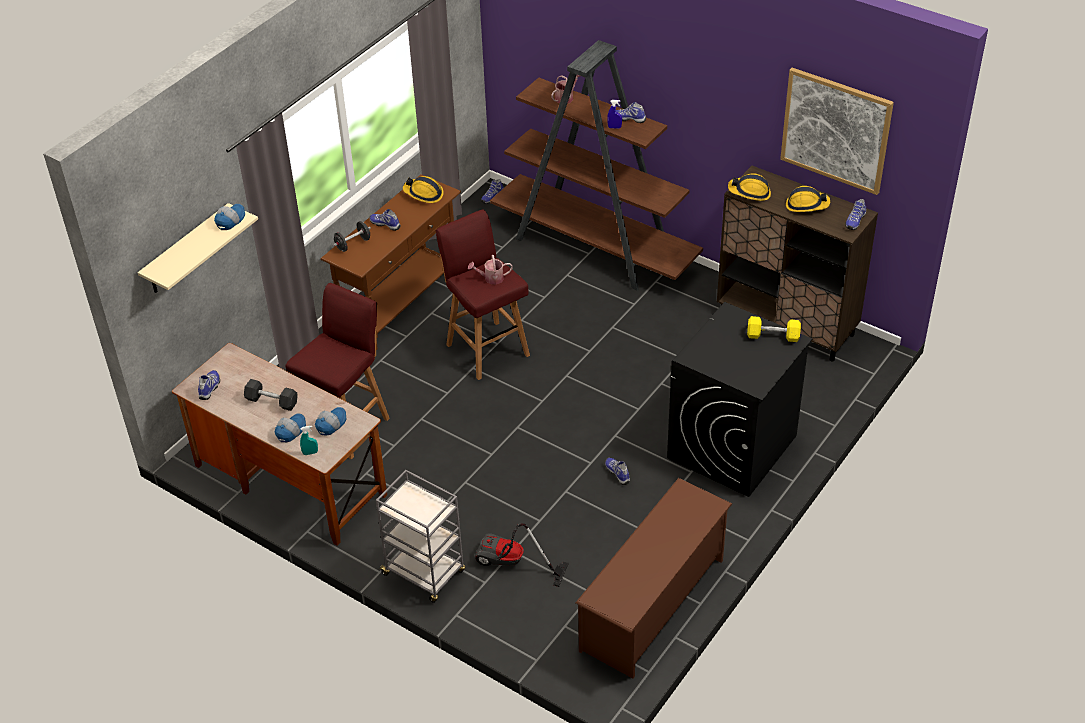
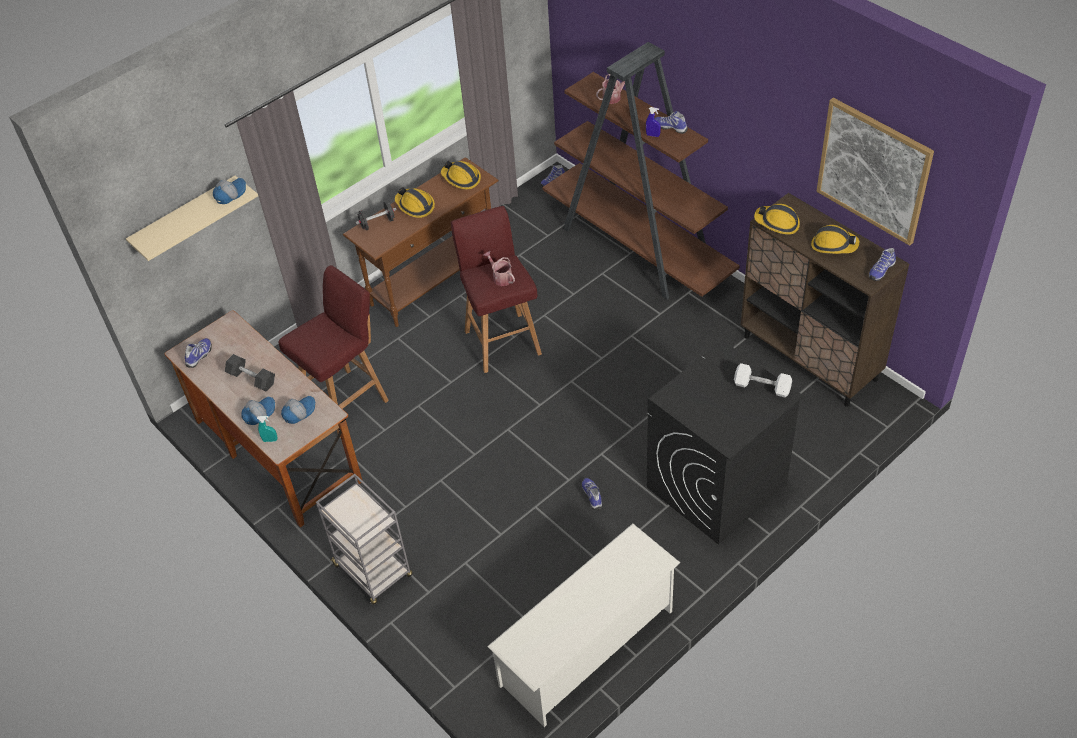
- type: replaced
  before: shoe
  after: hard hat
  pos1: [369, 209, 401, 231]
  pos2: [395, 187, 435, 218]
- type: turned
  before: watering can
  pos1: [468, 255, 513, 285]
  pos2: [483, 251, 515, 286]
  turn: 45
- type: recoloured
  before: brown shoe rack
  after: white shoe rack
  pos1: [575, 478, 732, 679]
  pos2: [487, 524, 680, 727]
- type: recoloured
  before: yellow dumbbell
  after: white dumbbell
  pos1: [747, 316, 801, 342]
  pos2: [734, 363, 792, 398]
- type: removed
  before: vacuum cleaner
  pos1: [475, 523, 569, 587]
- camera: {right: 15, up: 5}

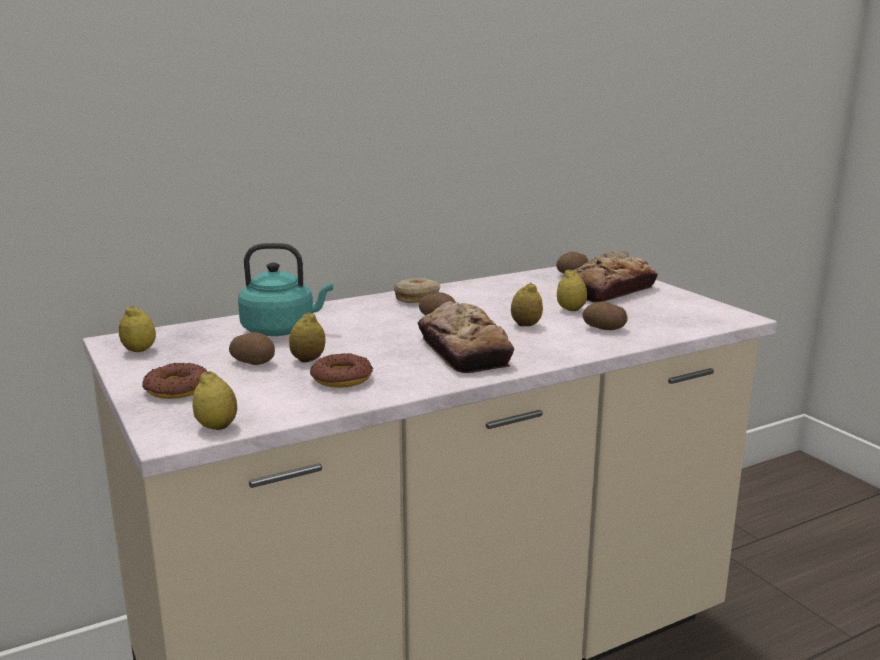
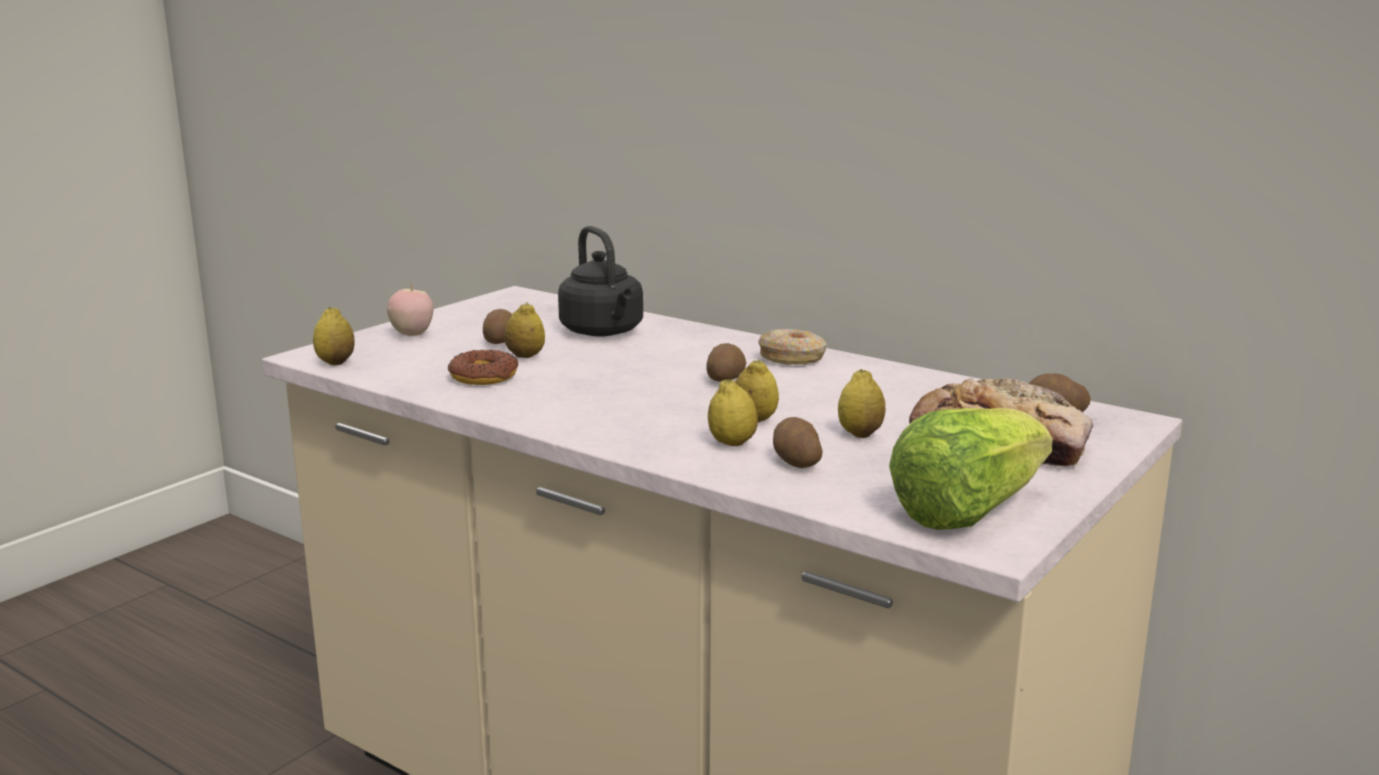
- type: replaced
  before: donut
  after: apple
  pos1: [142, 363, 208, 399]
  pos2: [387, 284, 433, 336]
- type: recoloured
  before: turquoise kettle
  after: black kettle
  pos1: [238, 243, 333, 336]
  pos2: [558, 226, 643, 337]
- type: moved
  before: lemon
  pos1: [119, 306, 156, 352]
  pos2: [708, 379, 758, 446]
- type: added
  after: lettuce
  pos2: [889, 408, 1053, 530]
- type: removed
  before: bread
  pos1: [418, 301, 514, 373]
- camera: {right: 65, up: 0}

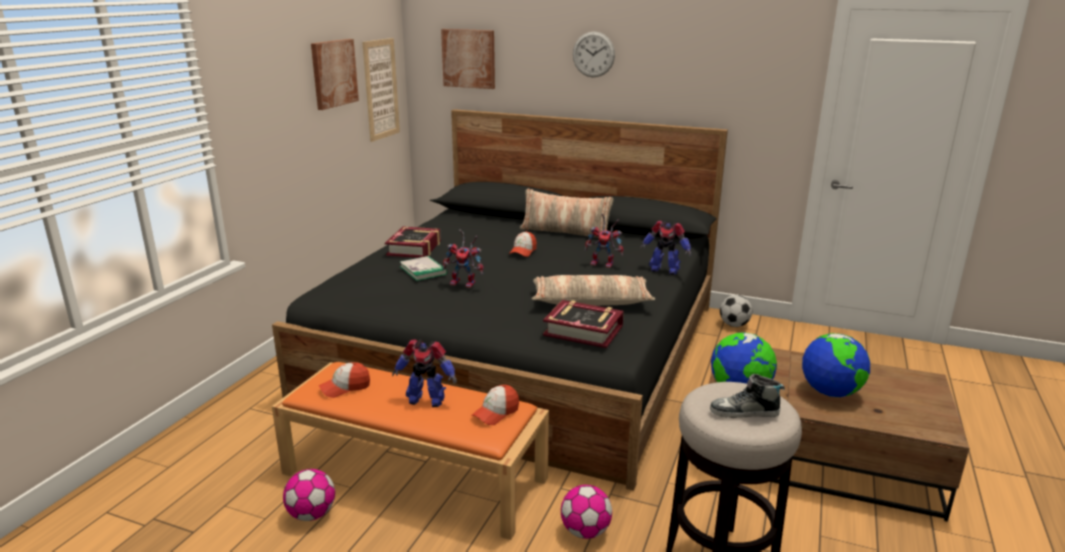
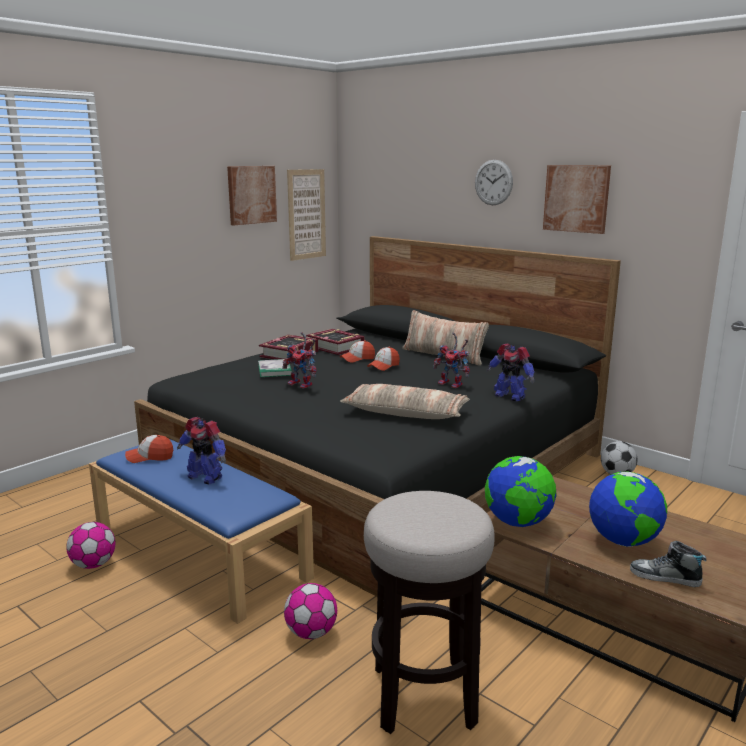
- type: recoloured
  before: orange bench
  after: blue bench
  pos1: [272, 362, 549, 540]
  pos2: [89, 439, 314, 624]
- type: moved
  before: book
  pos1: [543, 300, 624, 348]
  pos2: [306, 329, 365, 355]
- type: moved
  before: cap
  pos1: [471, 385, 519, 425]
  pos2: [340, 340, 375, 363]
- type: moved
  before: picture
  pos1: [441, 29, 495, 89]
  pos2: [543, 165, 611, 234]
- type: moved
  before: shoe
  pos1: [710, 374, 785, 418]
  pos2: [630, 541, 706, 587]
- camera: {right: 20, up: -5}

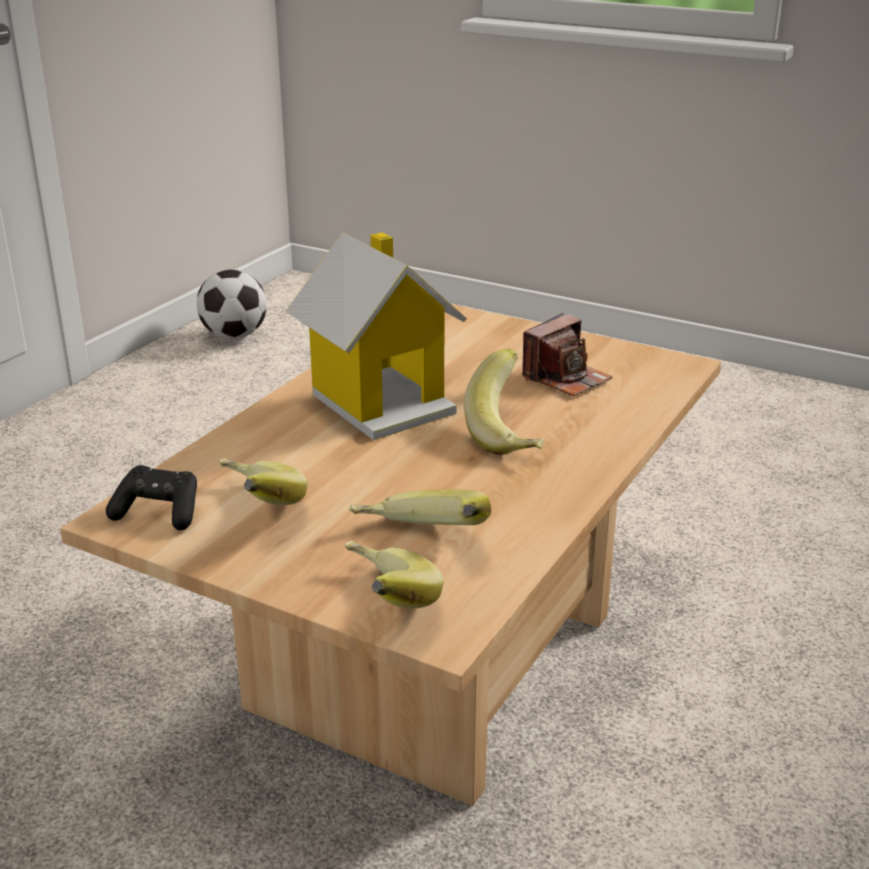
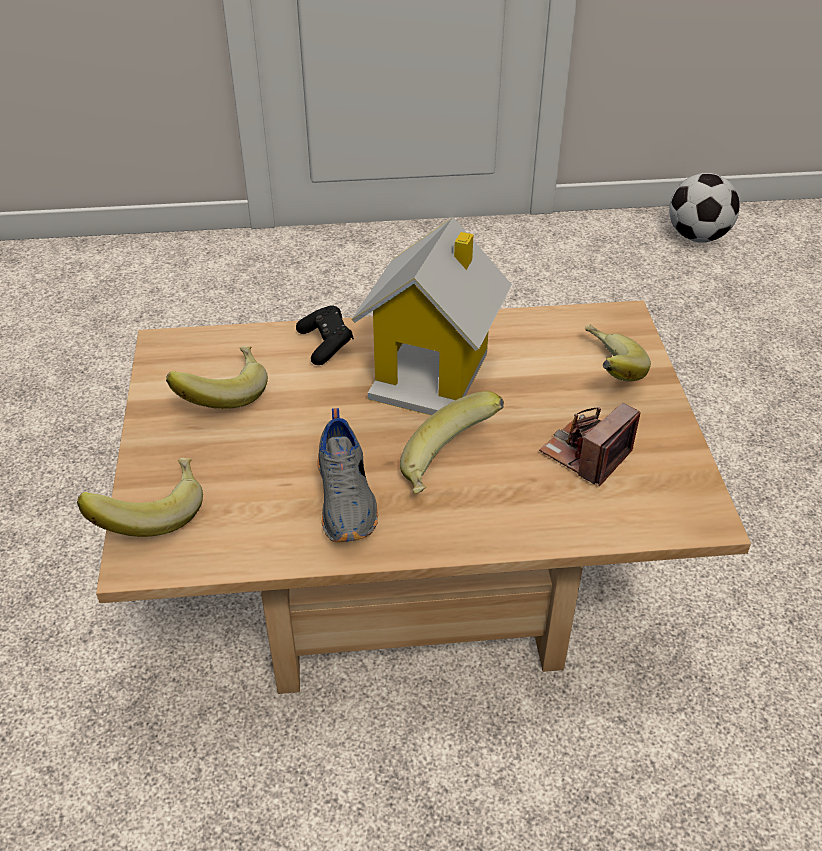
- type: moved
  before: black game controller
  pos1: [106, 465, 197, 530]
  pos2: [296, 305, 354, 365]
- type: added
  after: grey shoe
  pos2: [317, 408, 378, 542]
- type: turned
  before: photo camera
  pos1: [522, 313, 613, 396]
  pos2: [539, 403, 641, 487]
  turn: 120
- type: moved
  before: banana
  pos1: [349, 489, 491, 525]
  pos2: [585, 324, 651, 382]
- camera: {right: 55, up: 15}

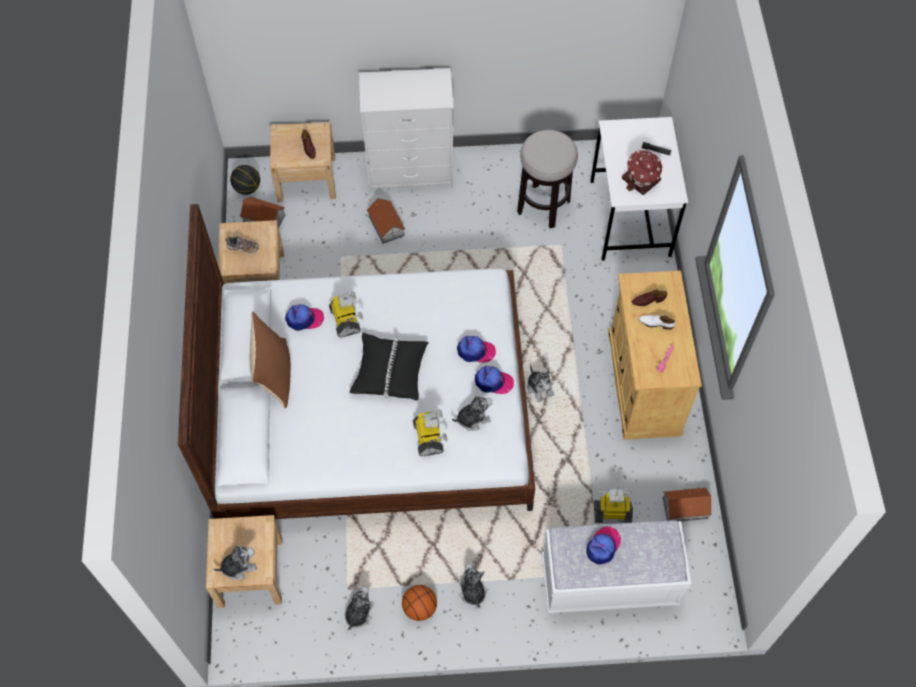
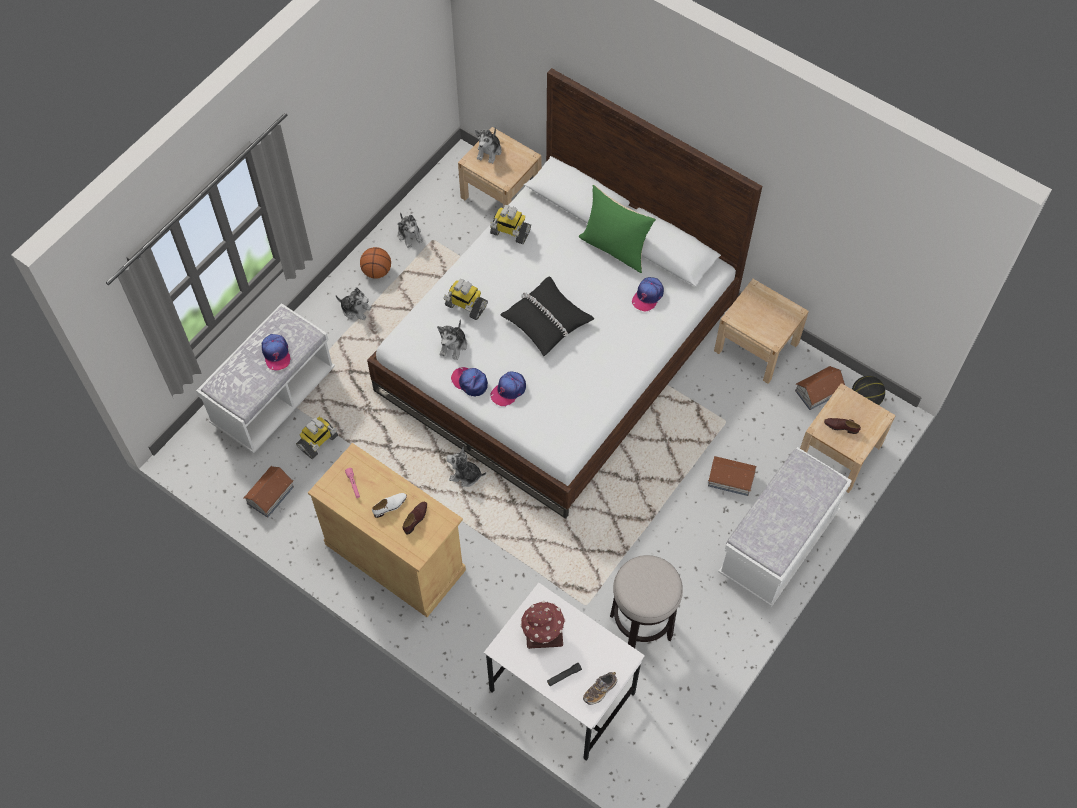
- type: turned
  before: cap
  pos1: [475, 366, 514, 394]
  pos2: [451, 367, 488, 397]
  turn: 75
- type: moved
  before: toy robot
  pos1: [329, 291, 363, 337]
  pos2: [490, 205, 531, 244]
- type: recoloured
  before: brown pillow
  after: green pillow
  pos1: [250, 311, 291, 408]
  pos2: [579, 185, 656, 273]
- type: moved
  before: shoe
  pos1: [225, 236, 259, 253]
  pos2: [583, 672, 617, 705]
- type: replaced
  before: white dresser
  after: white bench
  pos1: [359, 68, 454, 192]
  pos2: [718, 447, 852, 607]
- camera: {right: 130, up: 0}

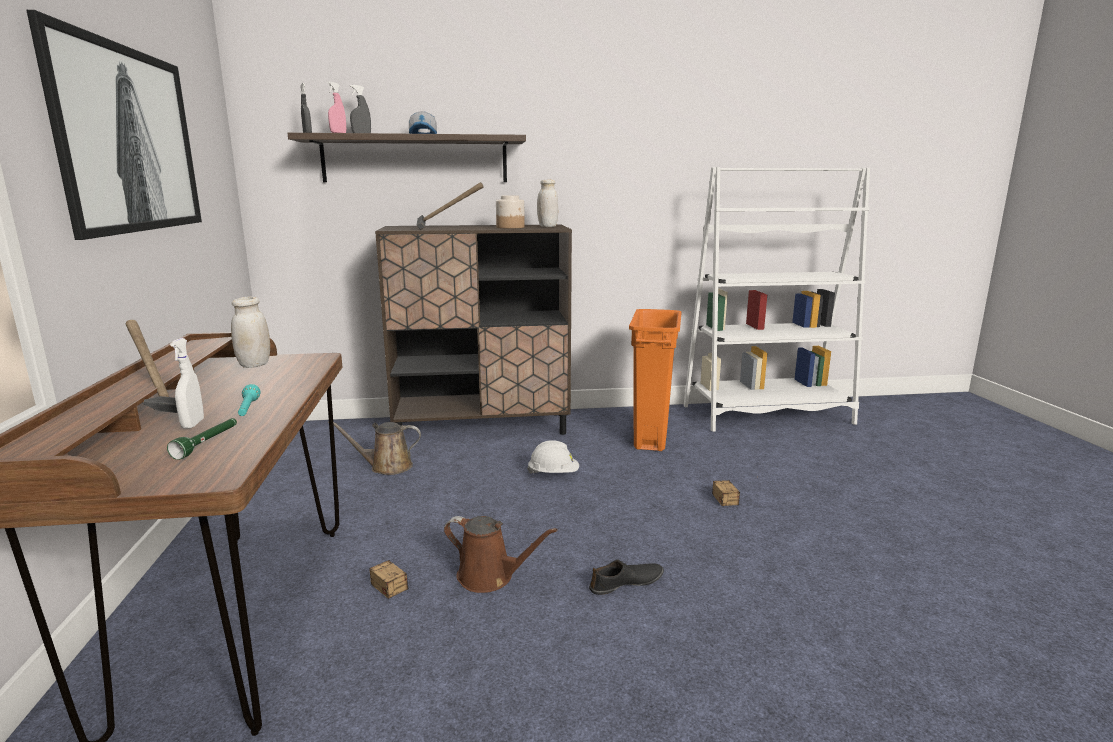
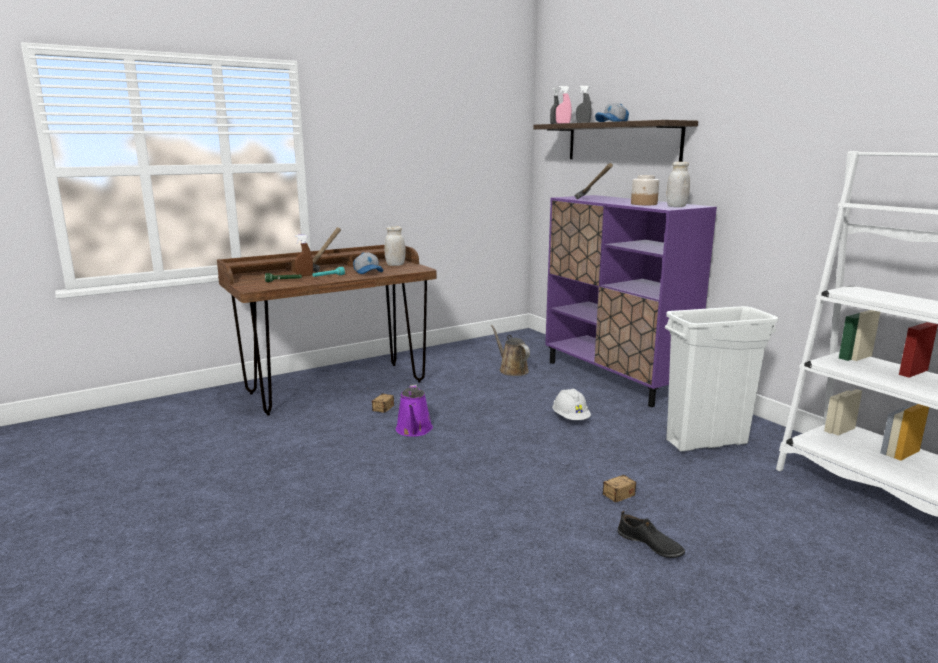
- type: recoloured
  before: white spray bottle
  after: brown spray bottle
  pos1: [170, 338, 204, 429]
  pos2: [295, 235, 313, 276]
- type: added
  after: cap
  pos2: [353, 252, 383, 274]
- type: recoloured
  before: brown watering can
  after: purple watering can
  pos1: [444, 516, 558, 593]
  pos2: [396, 384, 433, 437]
- type: recoloured
  before: brown cabinet
  after: purple cabinet
  pos1: [375, 225, 572, 435]
  pos2: [545, 195, 717, 407]
- type: moved
  before: black shoe
  pos1: [589, 559, 664, 595]
  pos2: [618, 511, 685, 558]
- type: recoloured
  before: orange trash can
  after: white trash can
  pos1: [629, 309, 682, 451]
  pos2: [665, 306, 778, 451]
- type: removed
  before: picture
  pos1: [26, 10, 202, 240]
- camera: {right: 65, up: 0}

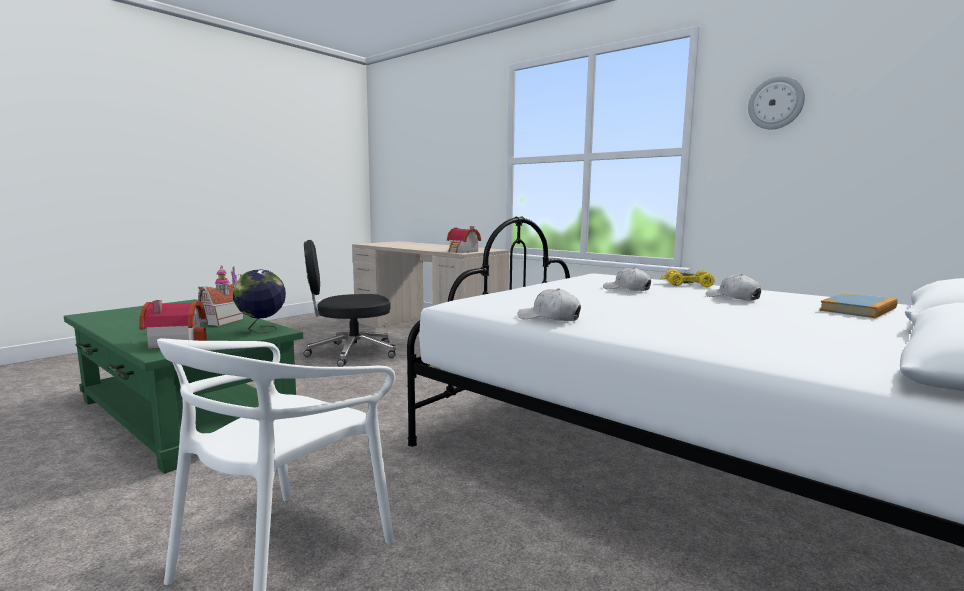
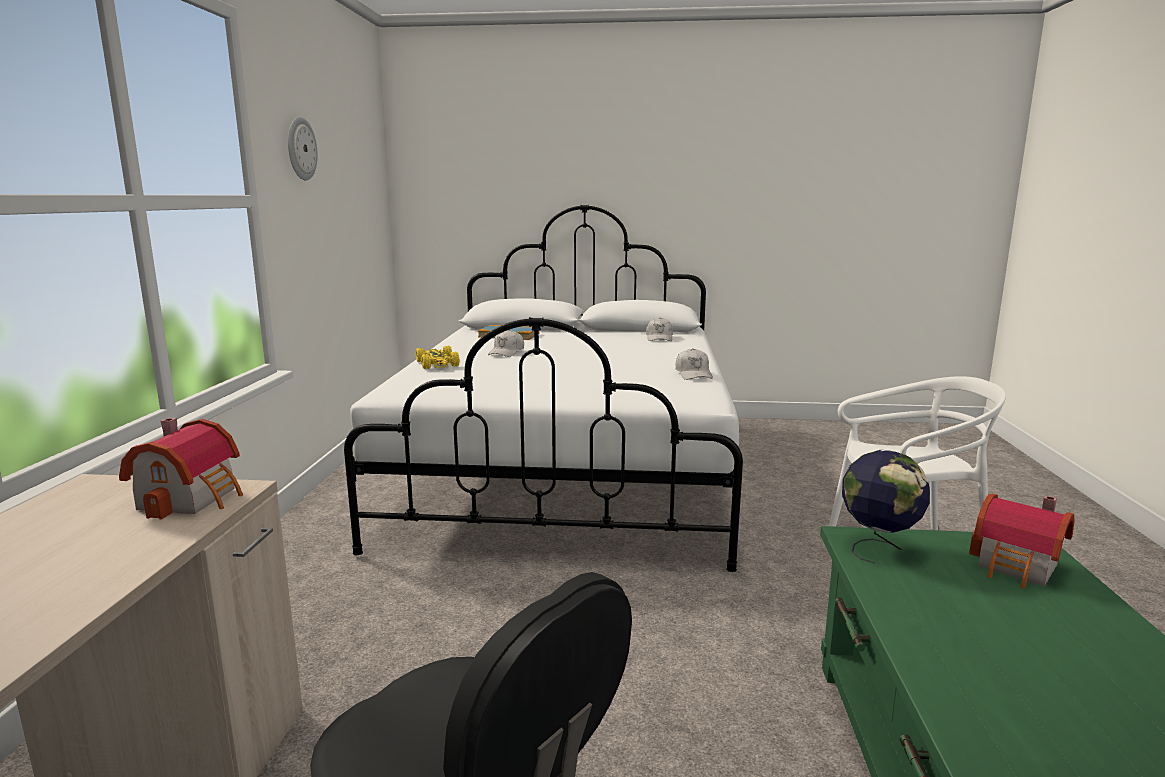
- type: moved
  before: white cap
  pos1: [603, 267, 651, 291]
  pos2: [646, 317, 673, 341]
- type: removed
  before: toy house
  pos1: [198, 265, 244, 326]
- camera: {right: -125, up: 5}

